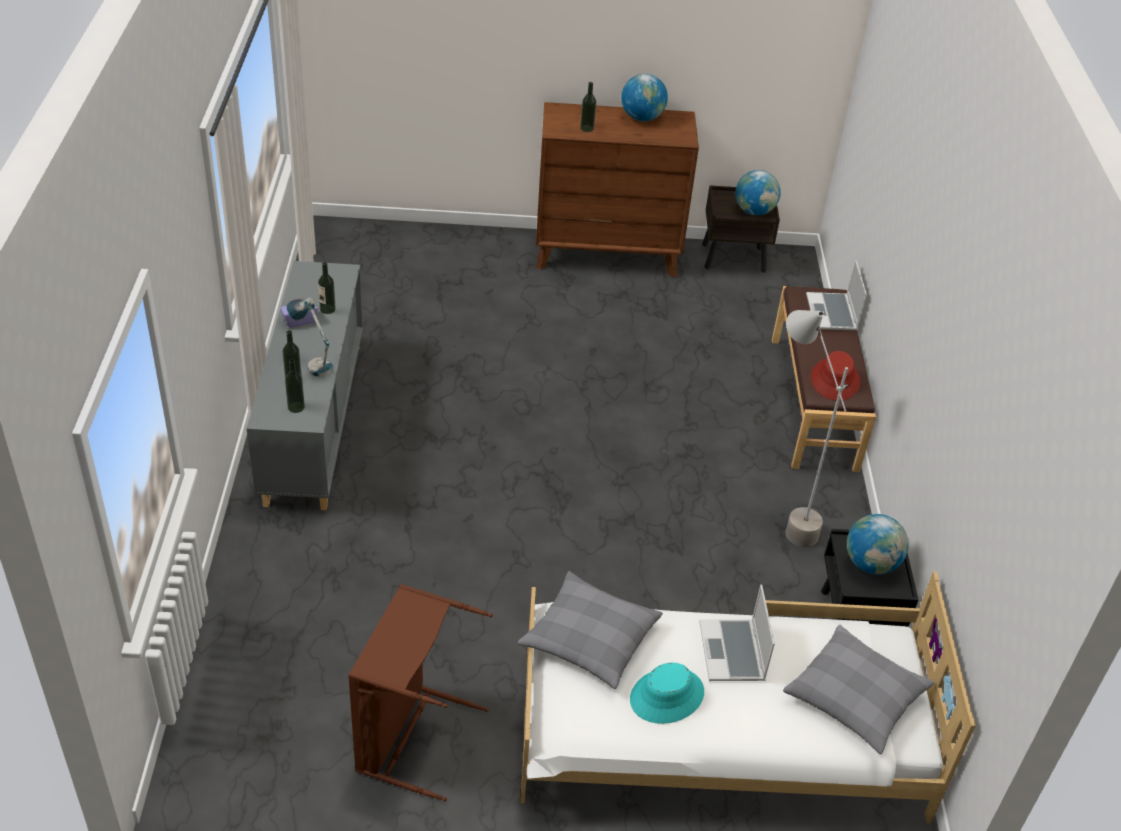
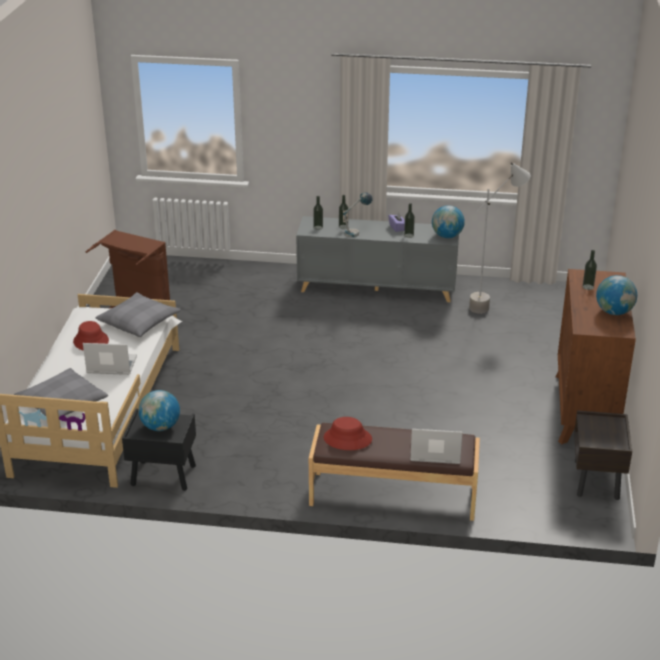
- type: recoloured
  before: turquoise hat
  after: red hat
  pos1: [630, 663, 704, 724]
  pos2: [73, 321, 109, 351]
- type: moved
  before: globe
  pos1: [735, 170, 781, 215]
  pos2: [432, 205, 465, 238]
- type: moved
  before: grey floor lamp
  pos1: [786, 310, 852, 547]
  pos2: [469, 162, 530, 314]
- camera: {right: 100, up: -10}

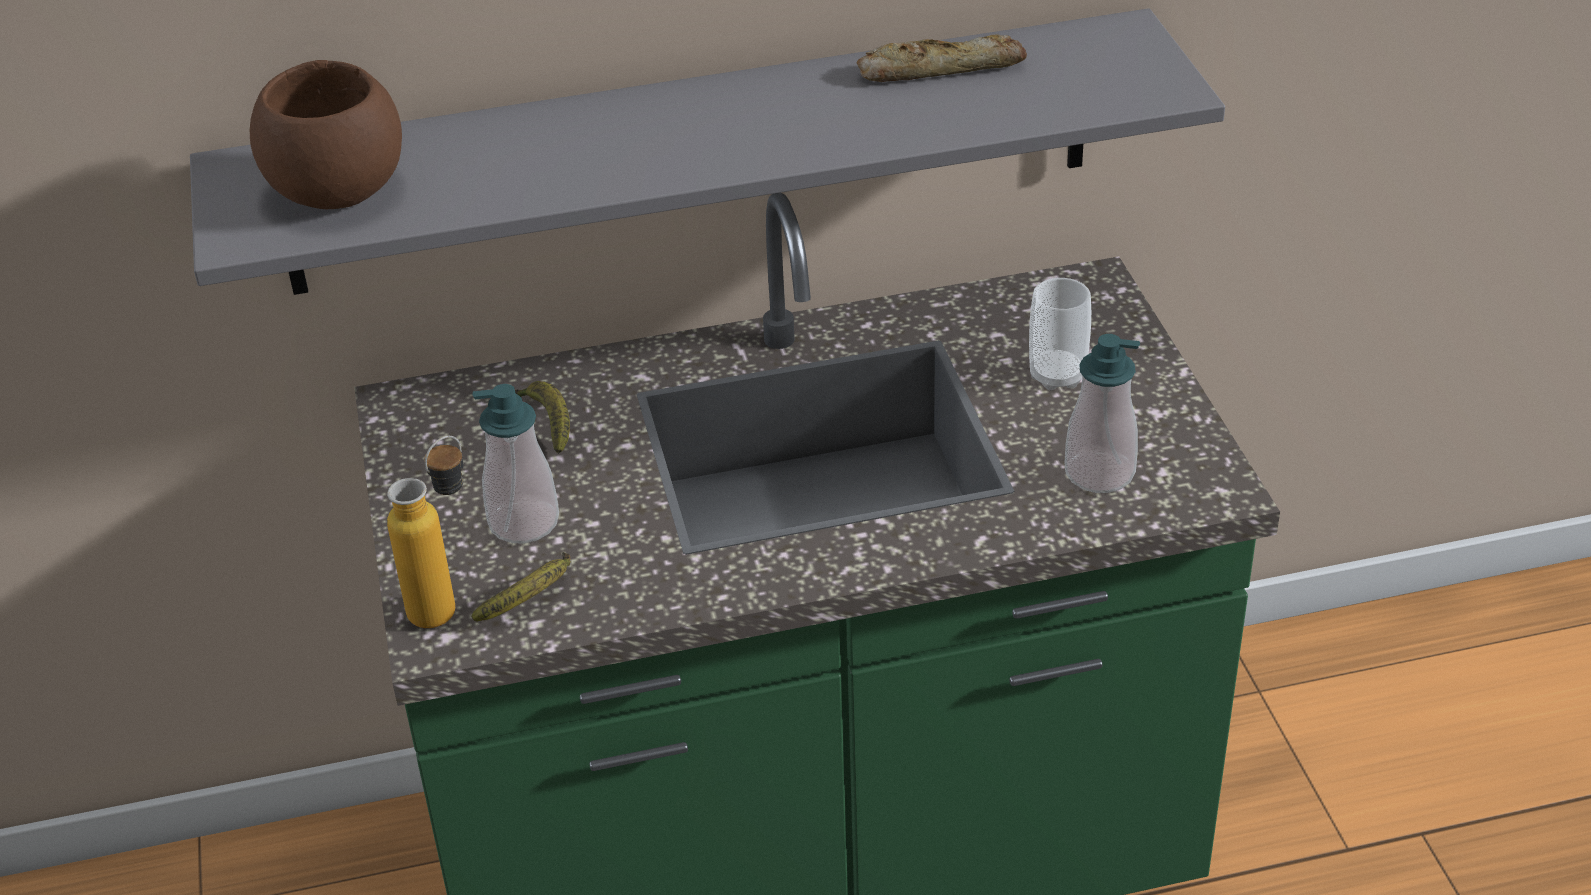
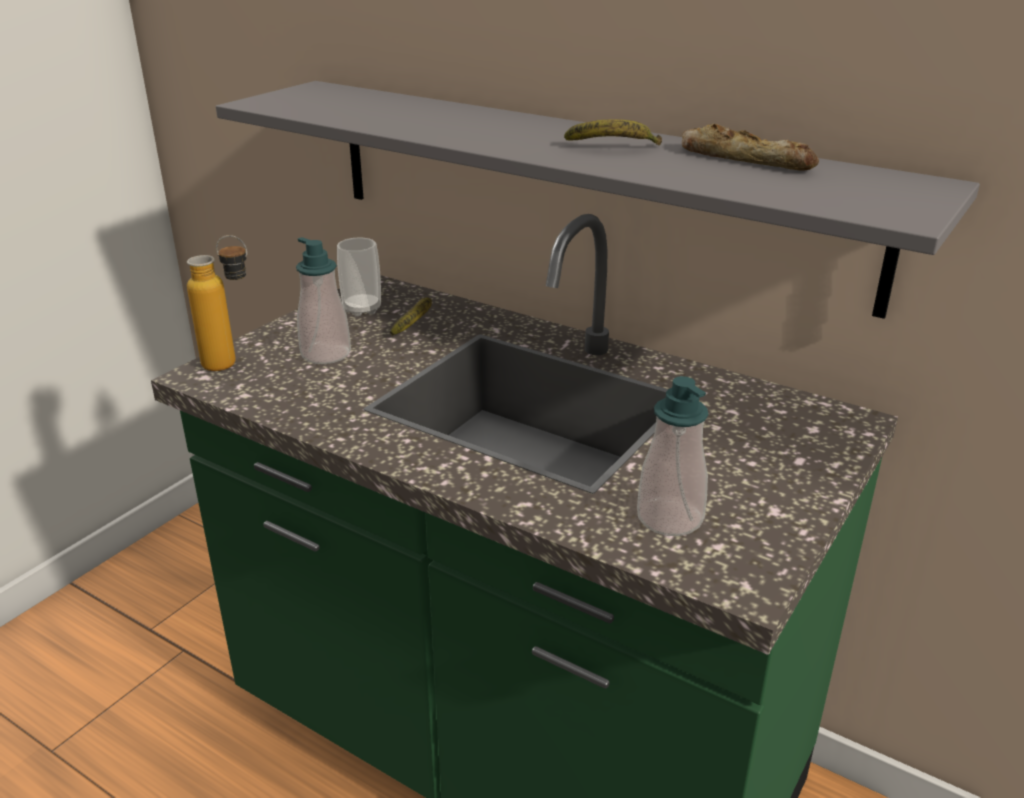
- type: moved
  before: cup
  pos1: [1029, 278, 1091, 390]
  pos2: [337, 238, 381, 317]
- type: moved
  before: banana
  pos1: [471, 552, 571, 622]
  pos2: [564, 119, 662, 145]
- type: removed
  before: brown bowl
  pos1: [250, 60, 402, 209]
- camera: {right: 45, up: -10}

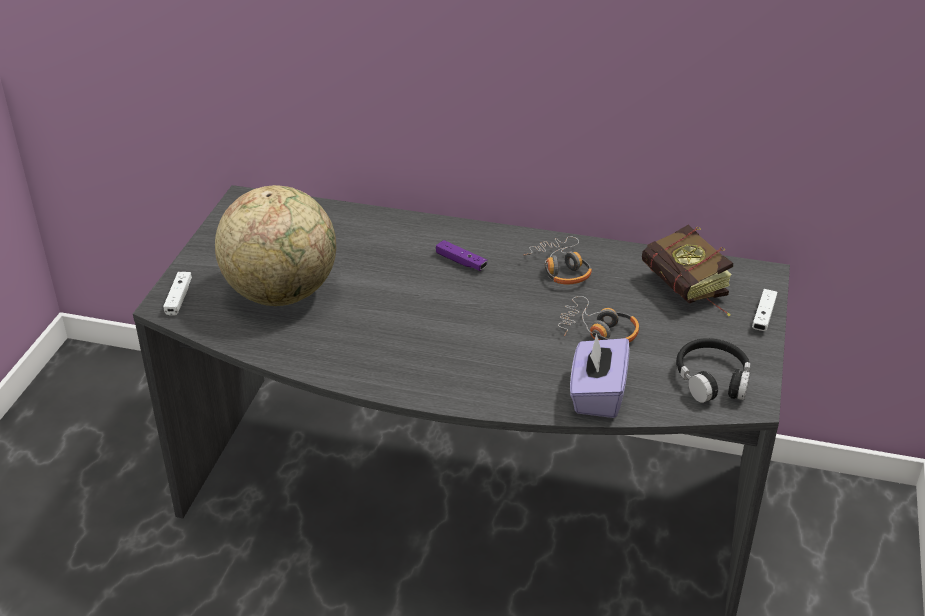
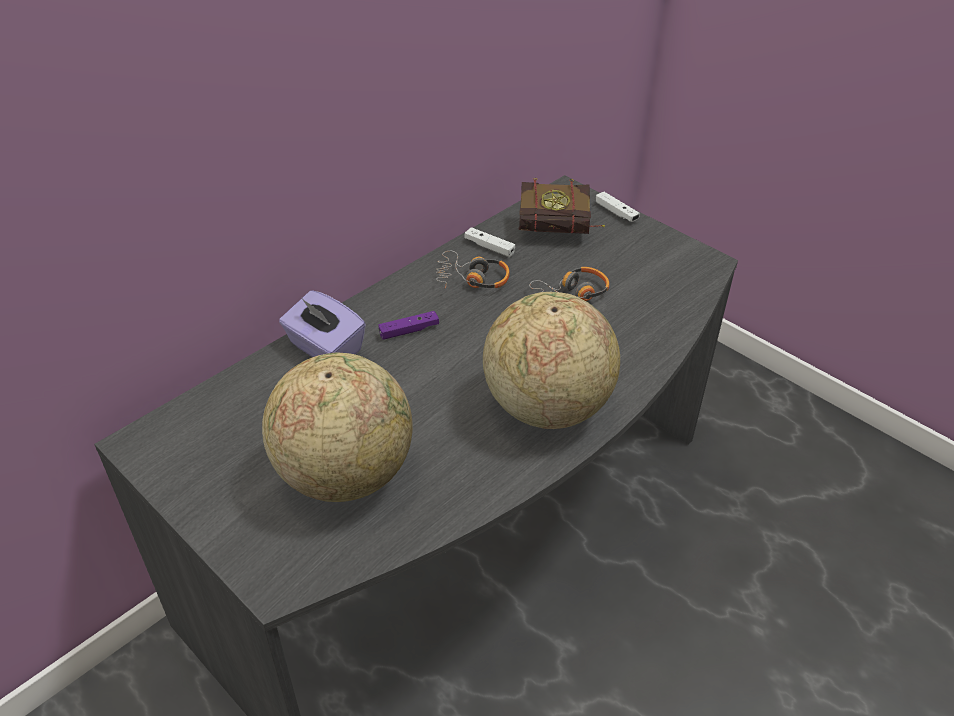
- type: moved
  before: purple tissue box
  pos1: [570, 333, 630, 418]
  pos2: [279, 291, 366, 357]
- type: moved
  before: white game controller
  pos1: [163, 272, 192, 316]
  pos2: [465, 227, 515, 257]
- type: added
  after: globe
  pos2: [483, 292, 620, 429]
- type: removed
  before: black headphones
  pos1: [676, 338, 750, 403]
- camera: {right: -60, up: 5}

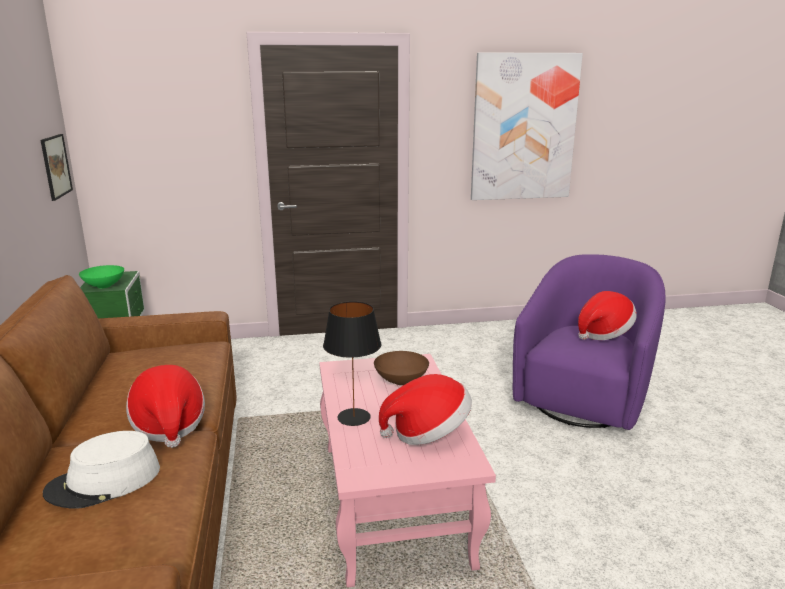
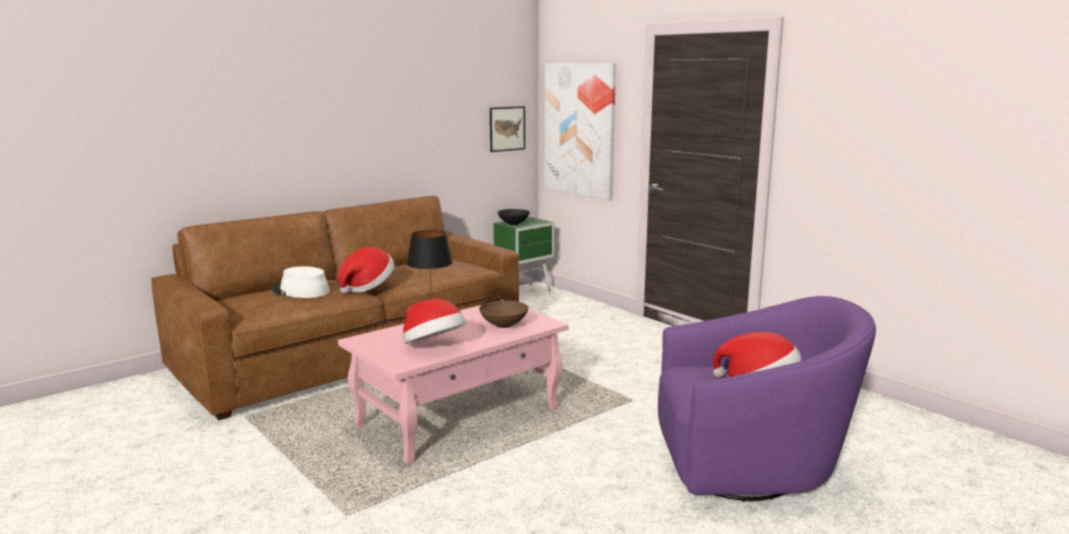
- type: recoloured
  before: green bowl
  after: black bowl
  pos1: [79, 265, 124, 288]
  pos2: [497, 209, 530, 225]
- type: moved
  before: picture
  pos1: [471, 52, 583, 200]
  pos2: [545, 63, 616, 200]
- camera: {right: 60, up: -5}

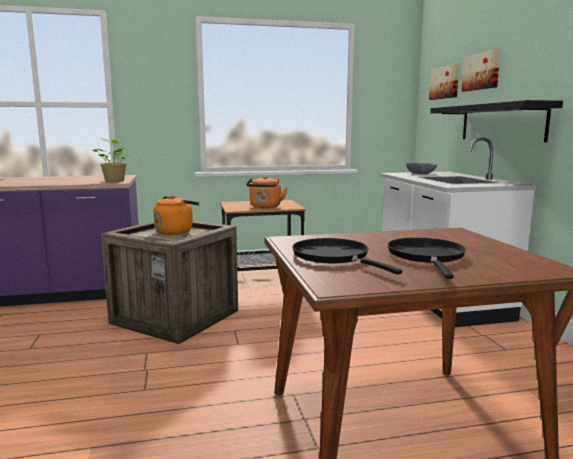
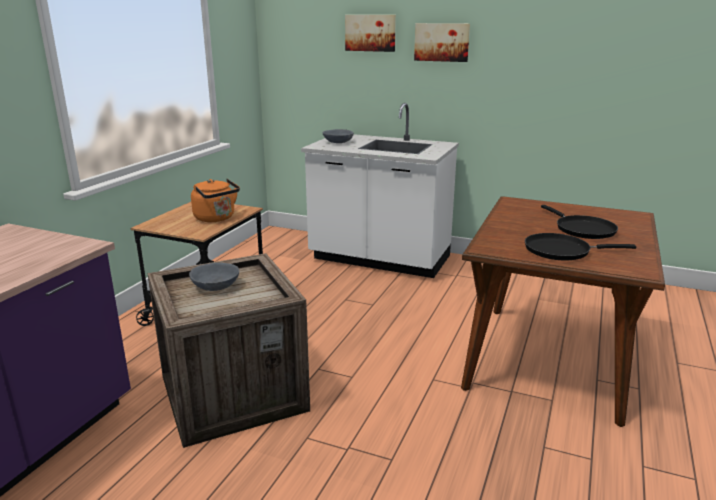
- type: replaced
  before: orange kettle
  after: grey bowl
  pos1: [154, 196, 199, 234]
  pos2: [189, 263, 239, 291]
- type: moved
  before: picture
  pos1: [429, 64, 459, 100]
  pos2: [414, 23, 470, 62]
- type: turned
  before: black frying pan
  pos1: [388, 238, 466, 279]
  pos2: [541, 205, 618, 239]
  turn: -150
- type: removed
  before: potted plant
  pos1: [93, 138, 129, 182]
- type: removed
  before: black shelf
  pos1: [430, 100, 563, 142]
- camera: {right: -55, up: 10}

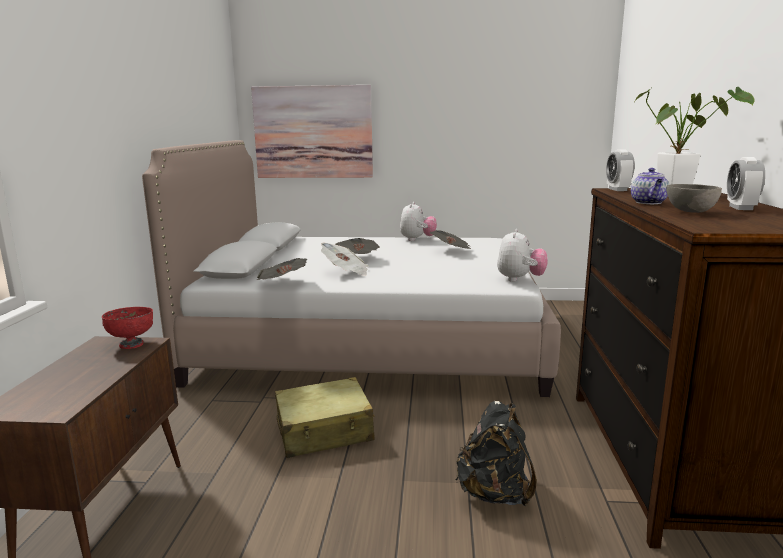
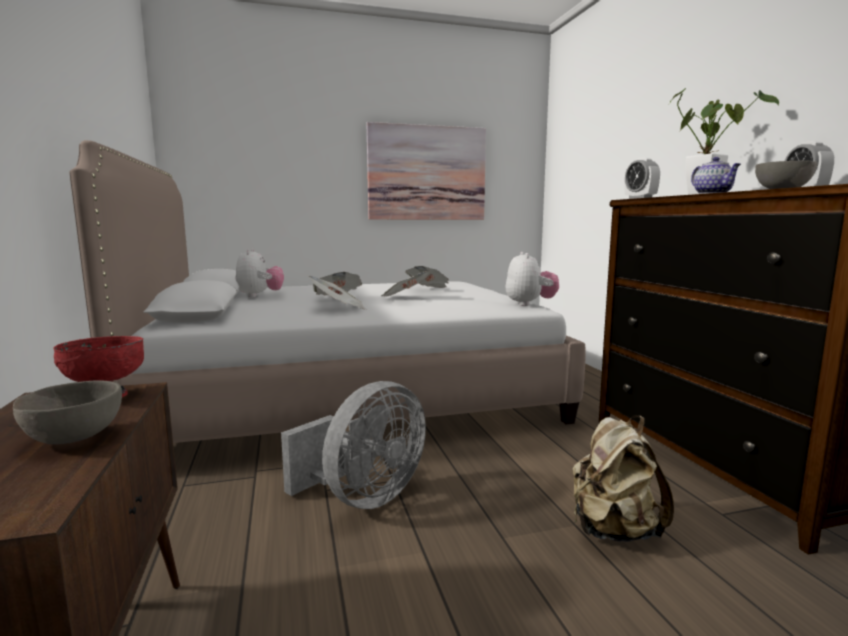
- type: added
  after: grey bowl
  pos2: [13, 380, 122, 445]
- type: moved
  before: plush toy
  pos1: [400, 202, 437, 241]
  pos2: [235, 249, 284, 298]
- type: replaced
  before: beige suitcase
  after: grey fan
  pos1: [275, 377, 375, 458]
  pos2: [281, 381, 426, 509]
- type: moved
  before: picture
  pos1: [251, 85, 373, 178]
  pos2: [366, 122, 486, 220]
- type: moved
  before: newspaper
  pos1: [256, 258, 307, 280]
  pos2: [381, 270, 431, 296]
- type: recoloured
  before: black backpack
  after: beige backpack
  pos1: [456, 401, 537, 506]
  pos2: [572, 415, 674, 542]
- camera: {right: -20, up: -5}

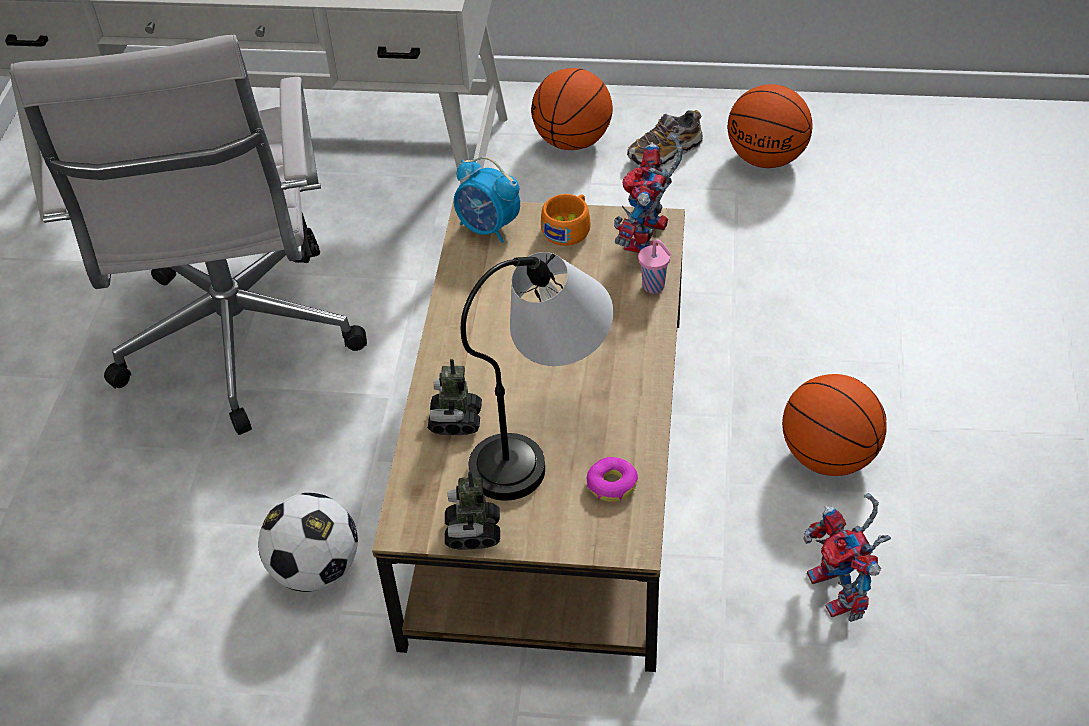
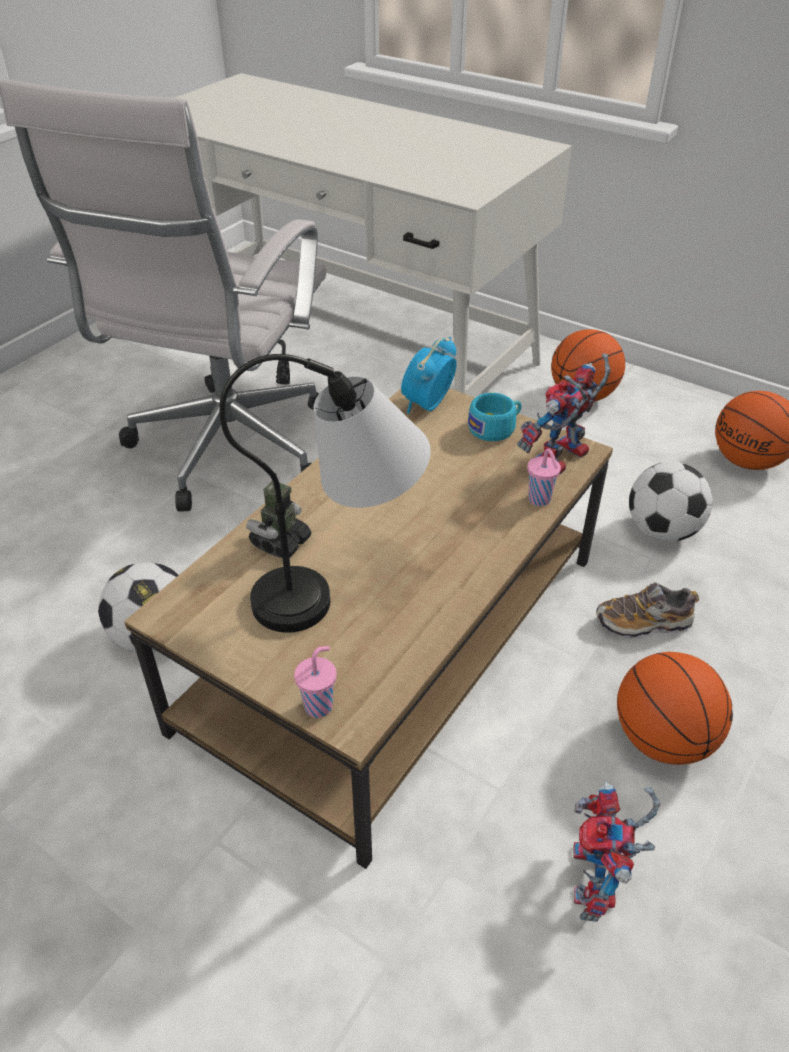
- type: added
  after: pink cup
  pos2: [294, 646, 336, 718]
- type: turned
  before: alarm clock
  pos1: [454, 157, 520, 243]
  pos2: [401, 337, 457, 414]
  turn: 60
- type: recoloured
  before: orange cup
  after: turquoise cup
  pos1: [541, 194, 591, 246]
  pos2: [468, 393, 522, 441]
- type: moved
  before: shoe
  pos1: [627, 110, 703, 167]
  pos2: [596, 582, 699, 639]
- type: added
  after: football
  pos2: [629, 462, 713, 542]
- type: removed
  before: toy robot
  pos1: [445, 472, 500, 550]
- type: removed
  before: donut
  pos1: [587, 457, 638, 502]
- camera: {right: 25, up: -5}

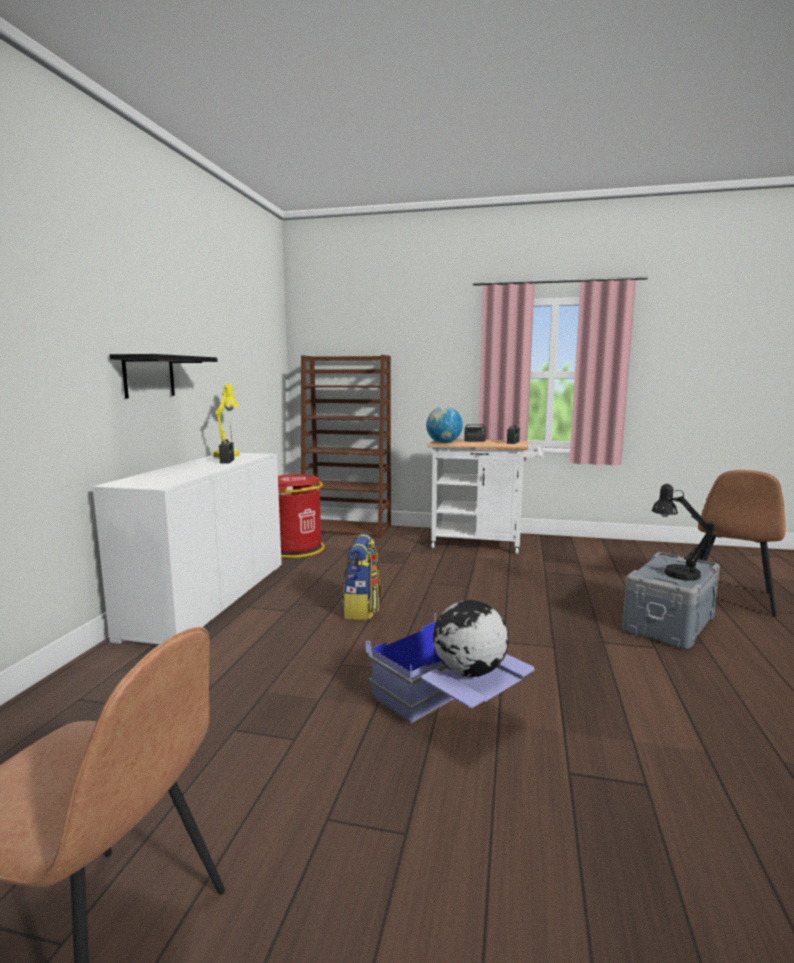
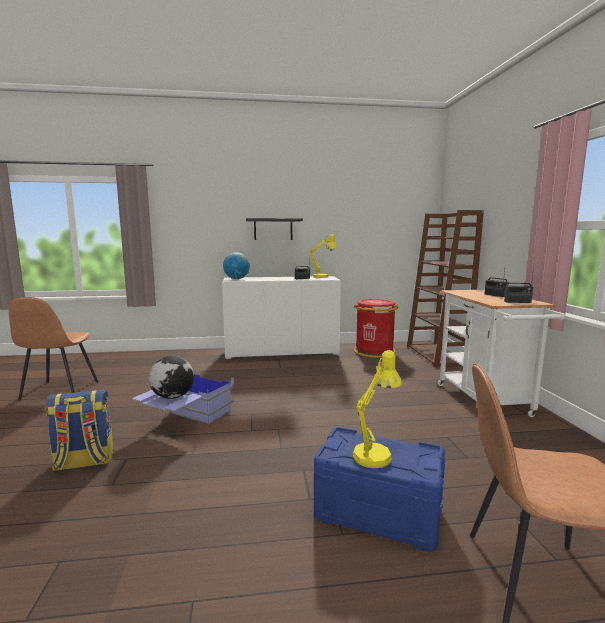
- type: moved
  before: backpack
  pos1: [341, 533, 382, 620]
  pos2: [46, 390, 113, 471]
- type: moved
  before: globe
  pos1: [426, 406, 463, 443]
  pos2: [223, 252, 250, 279]
- type: recoloured
  before: grey storage box
  after: blue storage box
  pos1: [622, 552, 720, 649]
  pos2: [314, 427, 445, 551]
- type: recoloured
  before: black table lamp
  after: yellow table lamp
  pos1: [652, 484, 716, 580]
  pos2: [353, 350, 402, 468]
- camera: {right: 70, up: 0}

